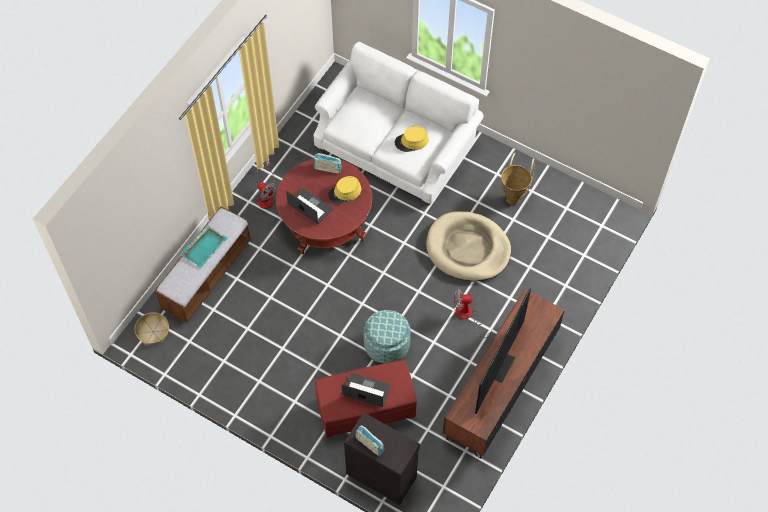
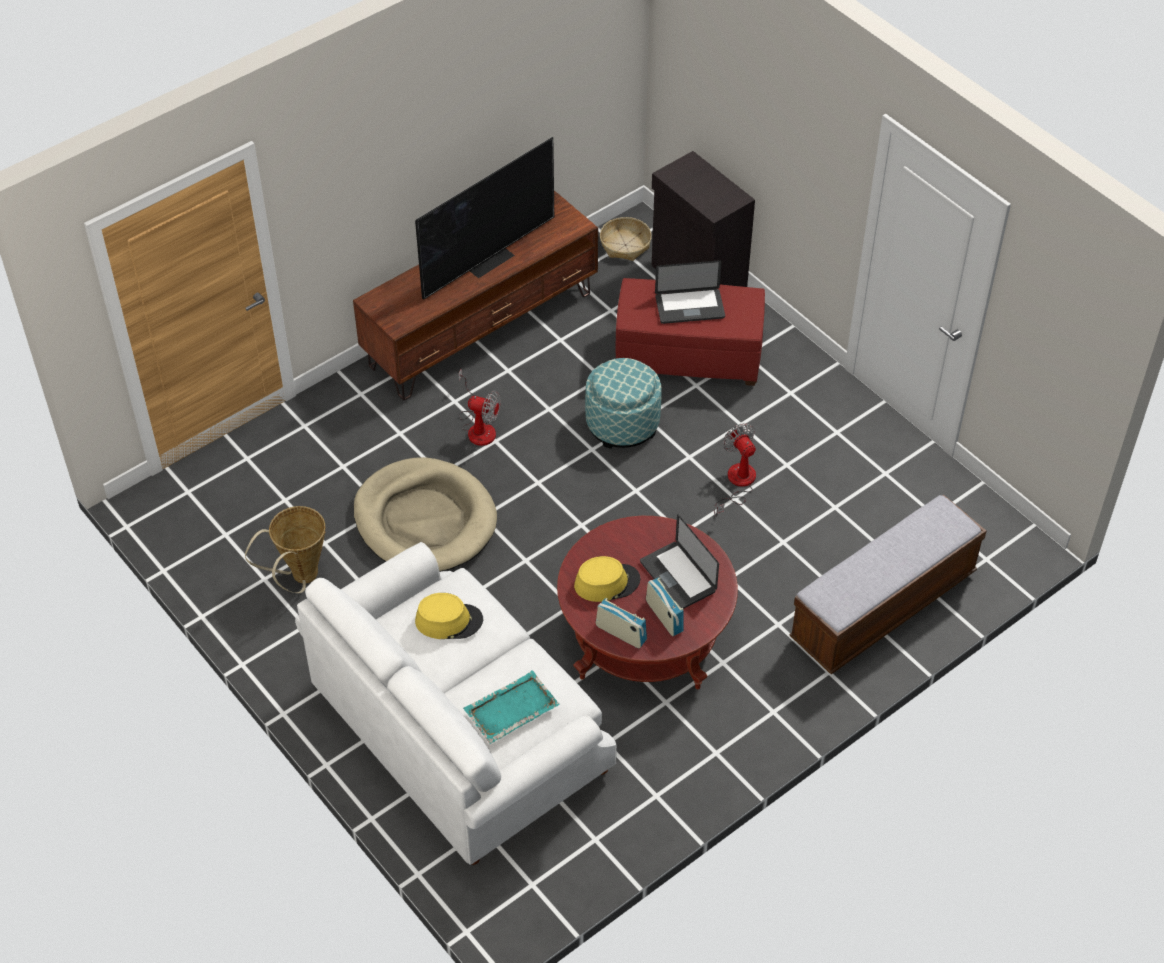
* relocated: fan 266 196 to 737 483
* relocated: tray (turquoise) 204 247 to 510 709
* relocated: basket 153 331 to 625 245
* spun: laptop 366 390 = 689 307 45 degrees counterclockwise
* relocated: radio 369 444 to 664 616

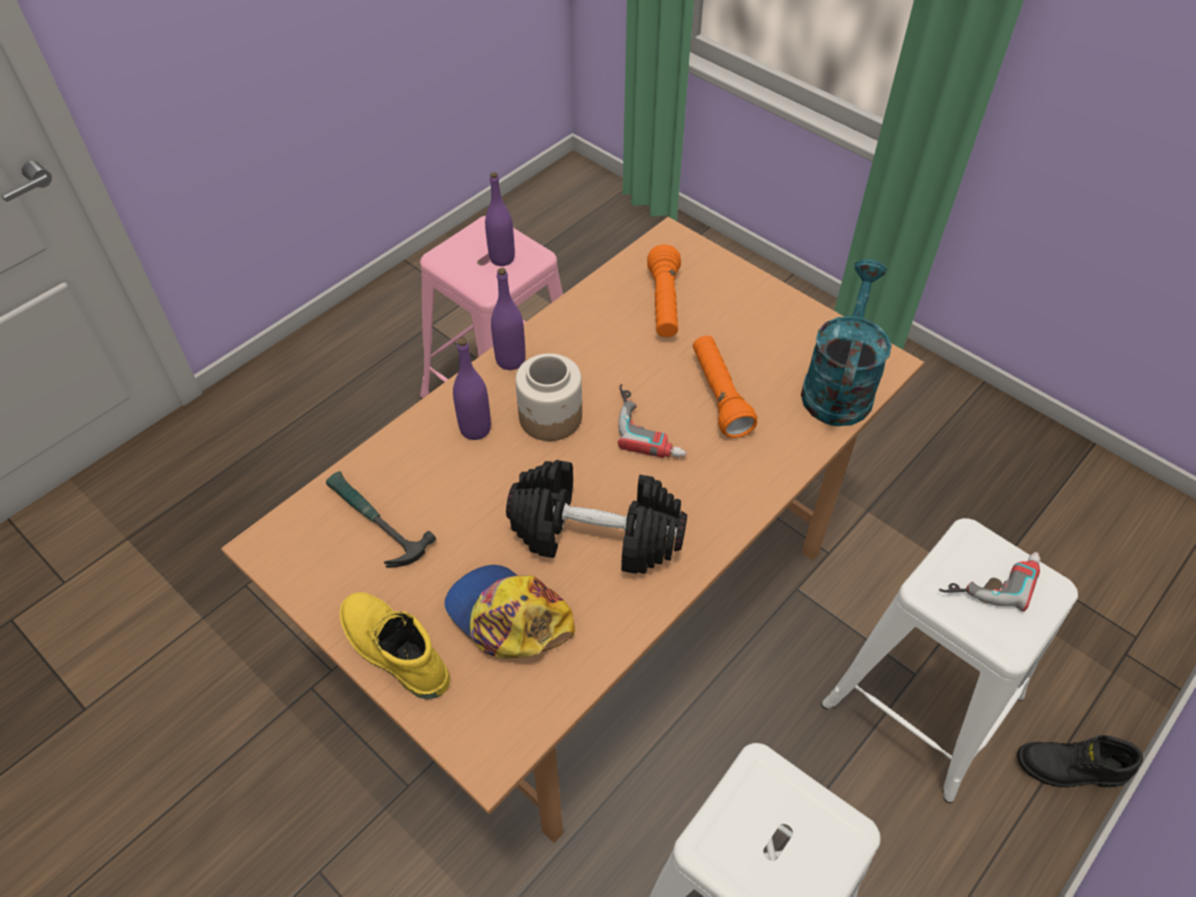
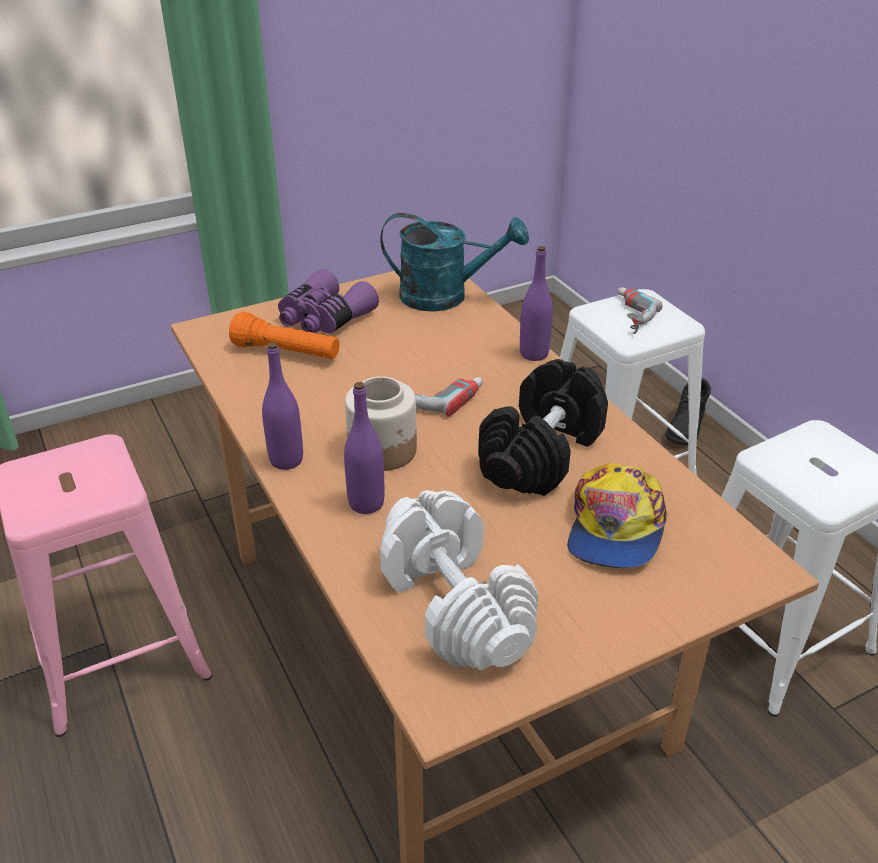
* relocated: bottle (purple) 502 258 to 534 354
* spun: watering can (turquoise) 839 385 = 446 296 150 degrees clockwise
* missing: flashlight (orange) 719 395
* exchanged: hammer 374 522 to dumbbell (white) 454 605
* spun: cap 507 617 = 615 527 45 degrees counterclockwise
* missing: boot (yellow) 392 651
* appeared: binoculars (purple) 323 319

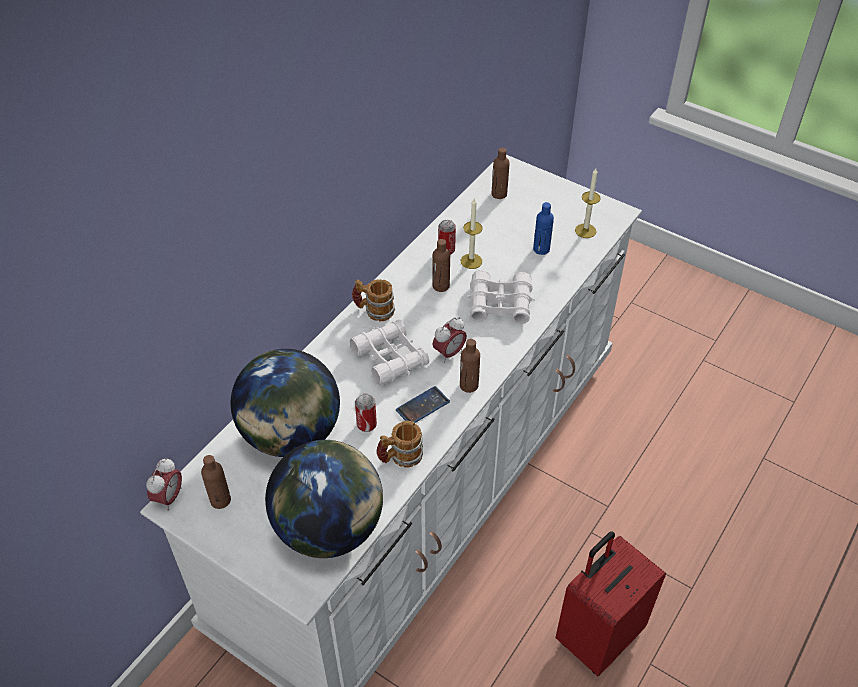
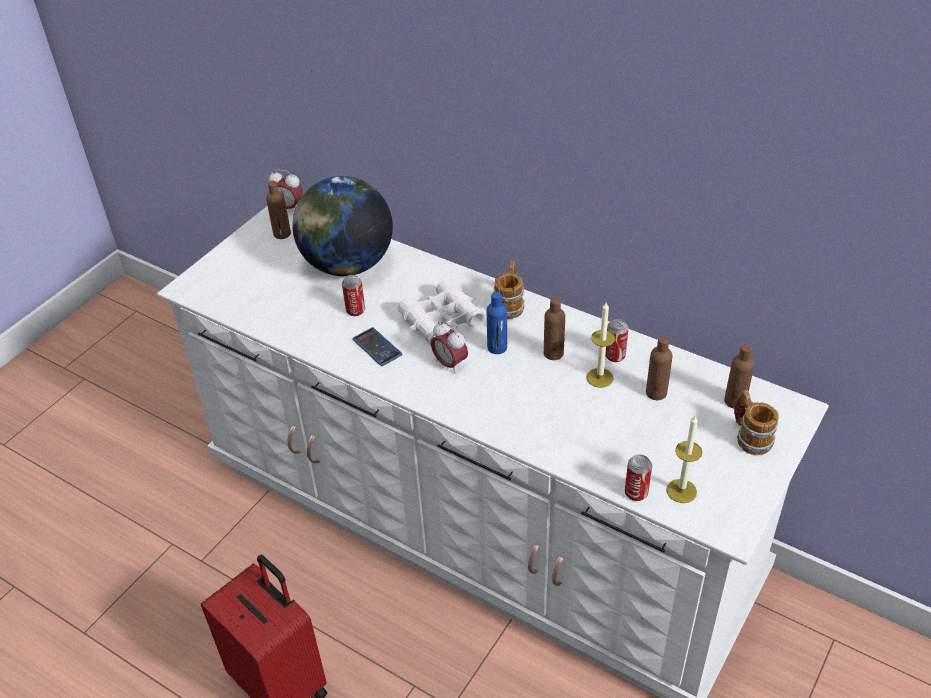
* relocated: bottle (blue) 541 249 to 497 347
* missing: binoculars (white) 500 304
* relocated: bottle (brown) 469 385 to 656 393
* relocated: mug 400 457 to 749 436
* missing: globe 329 528
* appeared: can 636 493

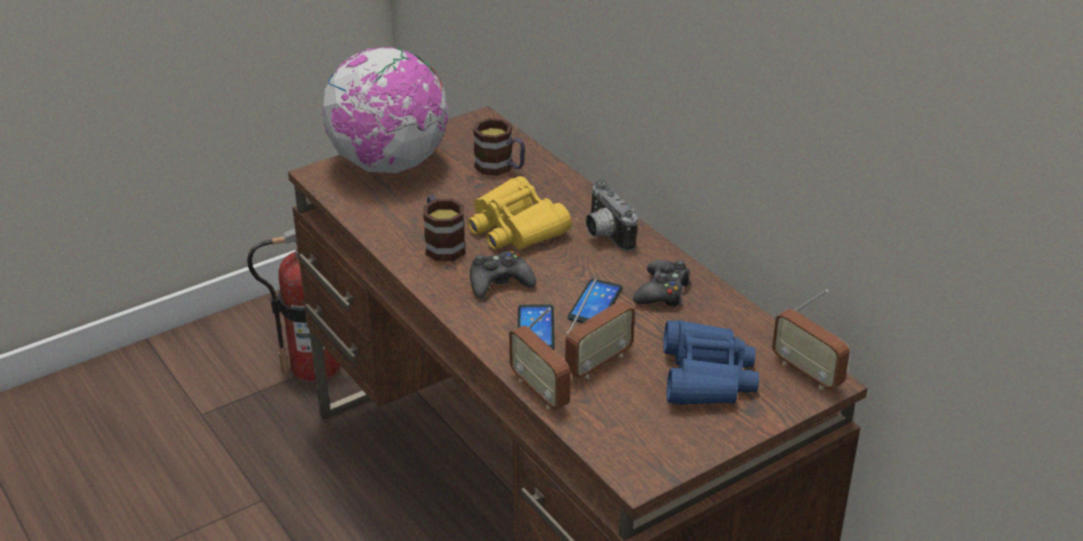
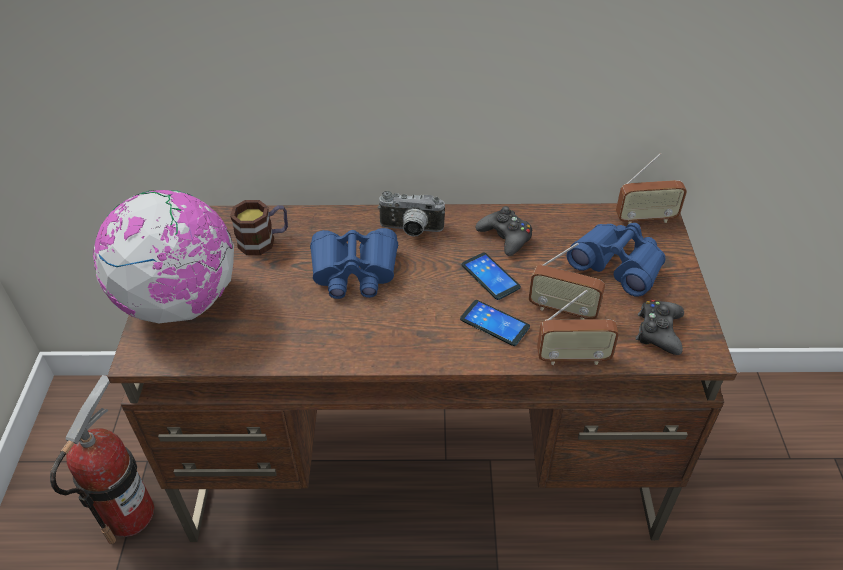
* colour: binoculars (yellow) 515 228 to binoculars (blue) 354 271
* missing: mug 442 244
* relocated: game controller (black) 499 282 to 658 331
* spun: radio 598 363 = 563 310 120 degrees clockwise

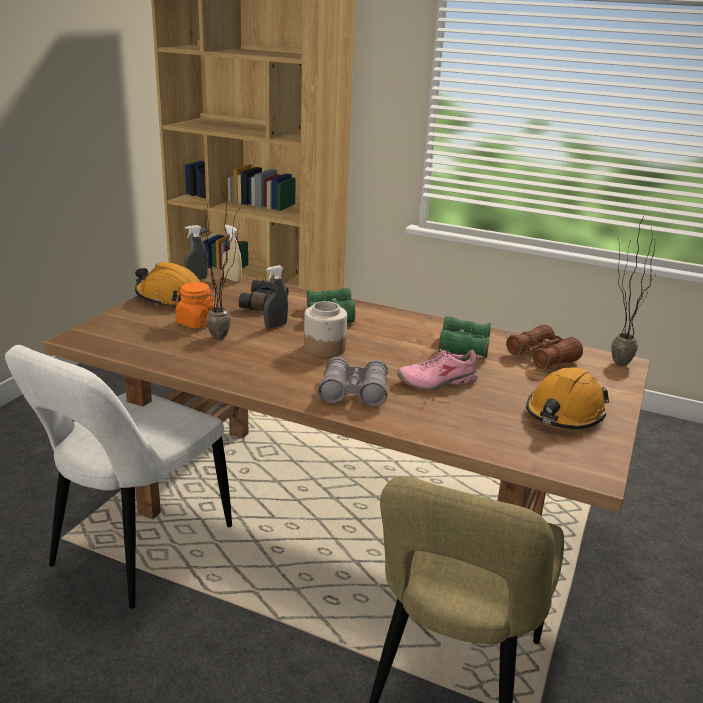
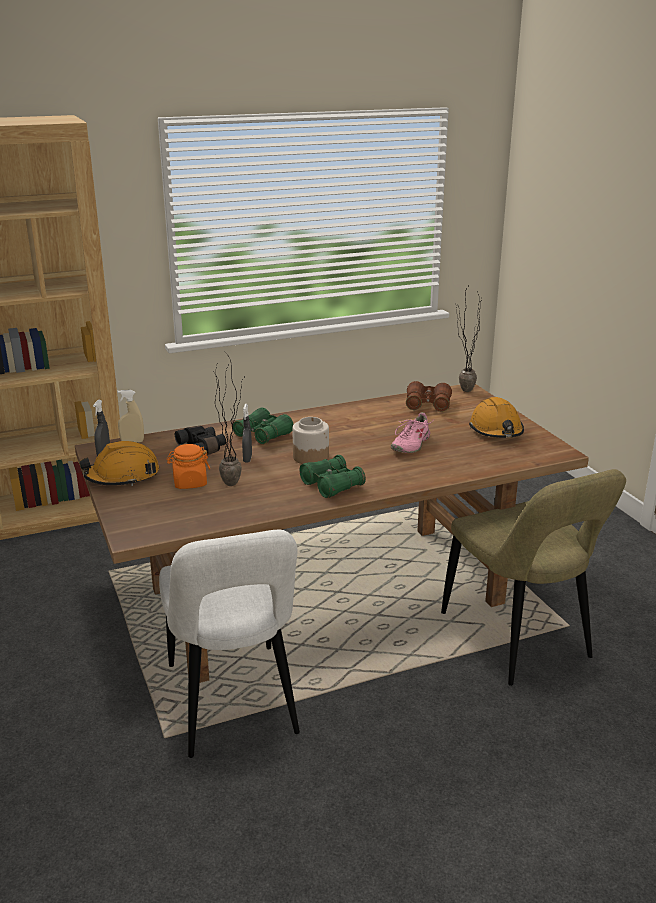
* relocated: binoculars (green) 463 348 to 332 485
* missing: binoculars (grey) 354 392

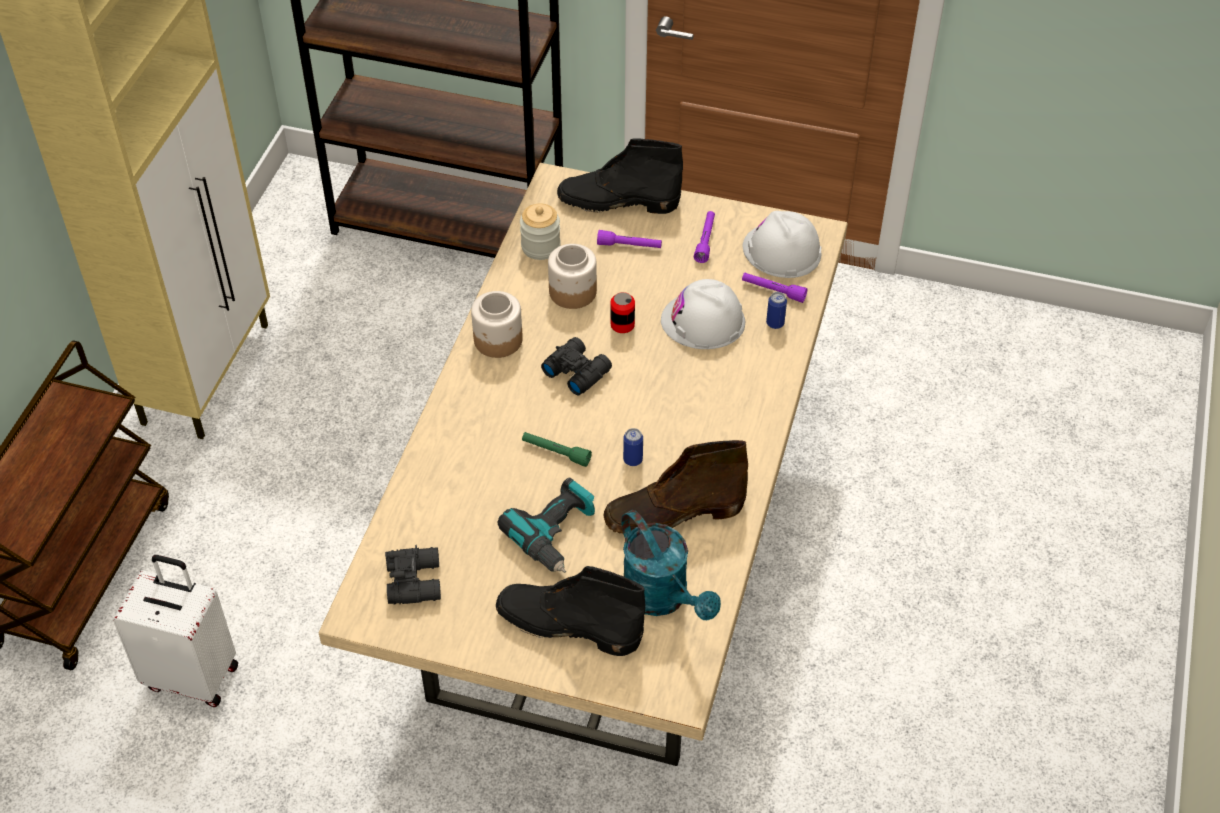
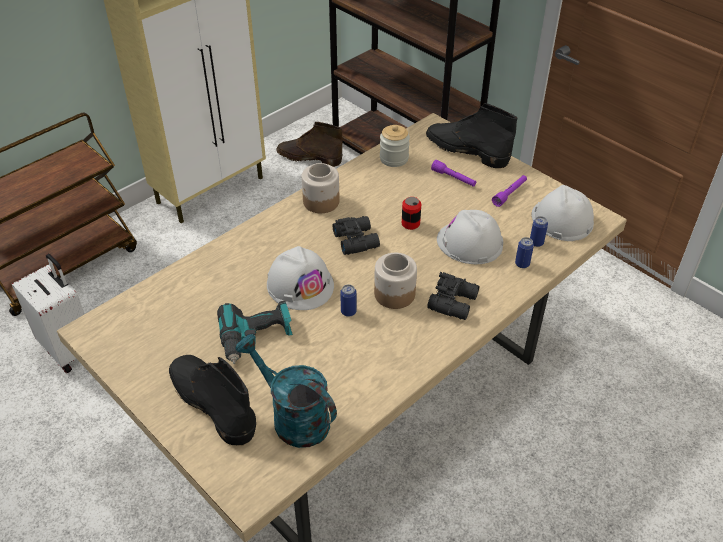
* relocated: jar 572 292 to 394 294
* exchanged: flashlight (purple) 773 291 to can 536 242
* exchanged: flashlight (green) 556 452 to hard hat (white) 300 284
* relocated: boot (brown) 673 513 to 308 157
* spun: watering can (turquoise) 663 598 = 293 417 135 degrees clockwise
* relocated: binoculars (black) 415 580 to 454 302

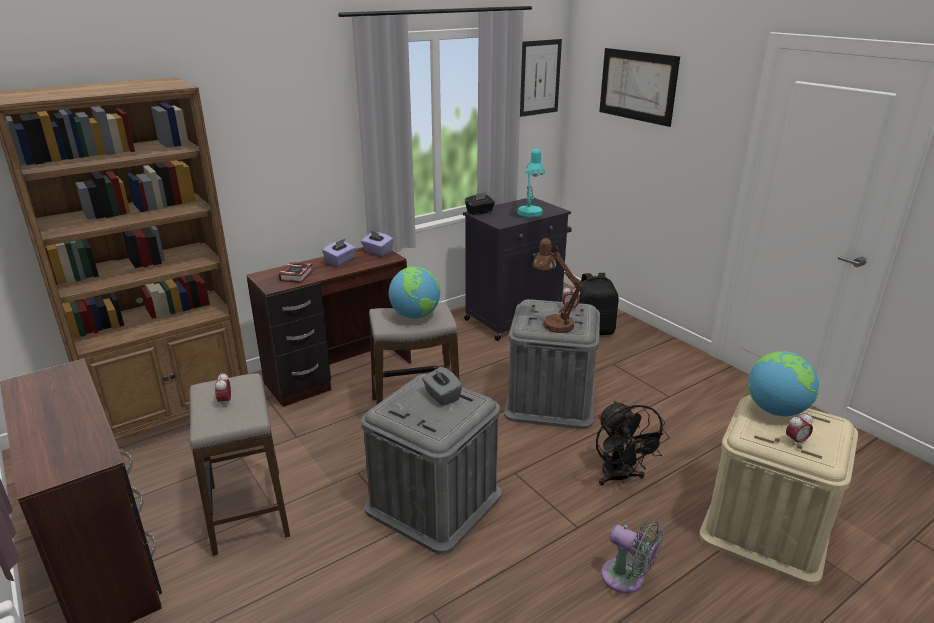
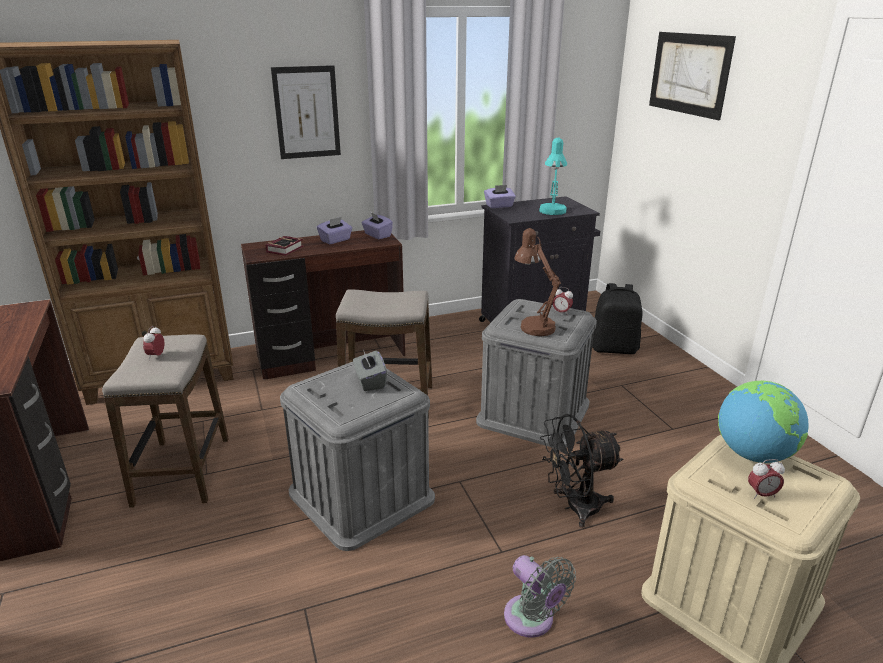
* relocated: picture 540 77 to 307 112
* colour: tissue box (black) 479 212 to tissue box (purple) 499 206
* missing: globe 415 316
* spun: fan (black) 620 478 = 574 507 75 degrees clockwise

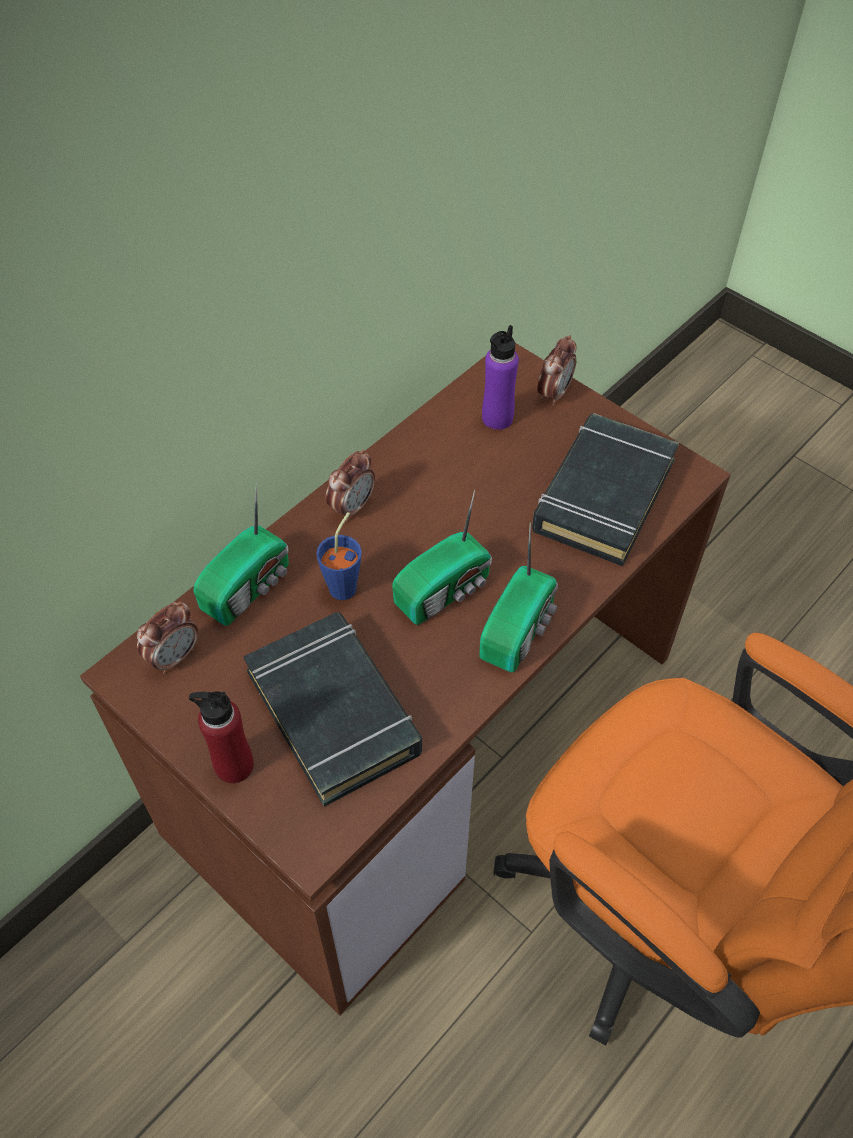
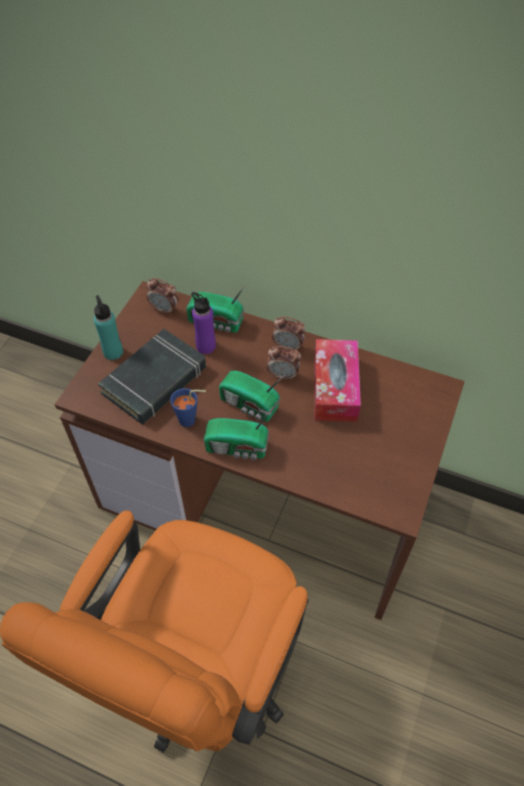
* relocated: bottle (purple) 497 418 to 206 346
* relocated: alarm clock 554 393 to 283 375
* missing: book (black) 603 495
* relocated: cup (blue) 346 584 to 191 420
* colour: bottle (red) 234 765 to bottle (turquoise) 113 352
* appeared: tissue box 335 387

